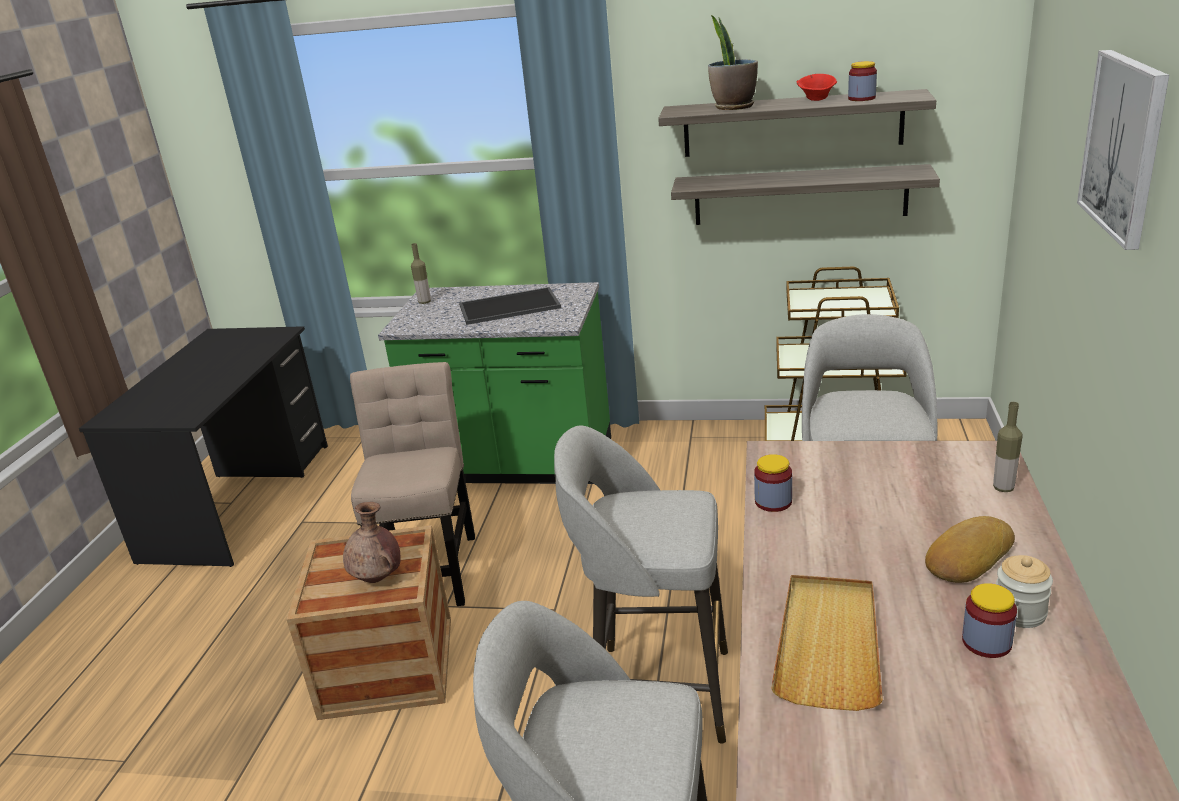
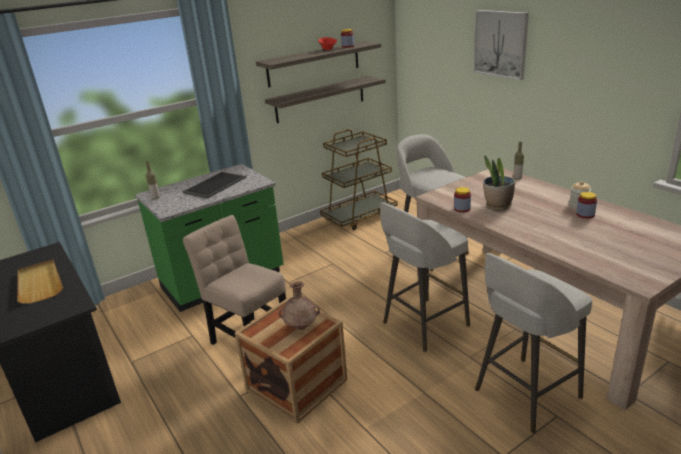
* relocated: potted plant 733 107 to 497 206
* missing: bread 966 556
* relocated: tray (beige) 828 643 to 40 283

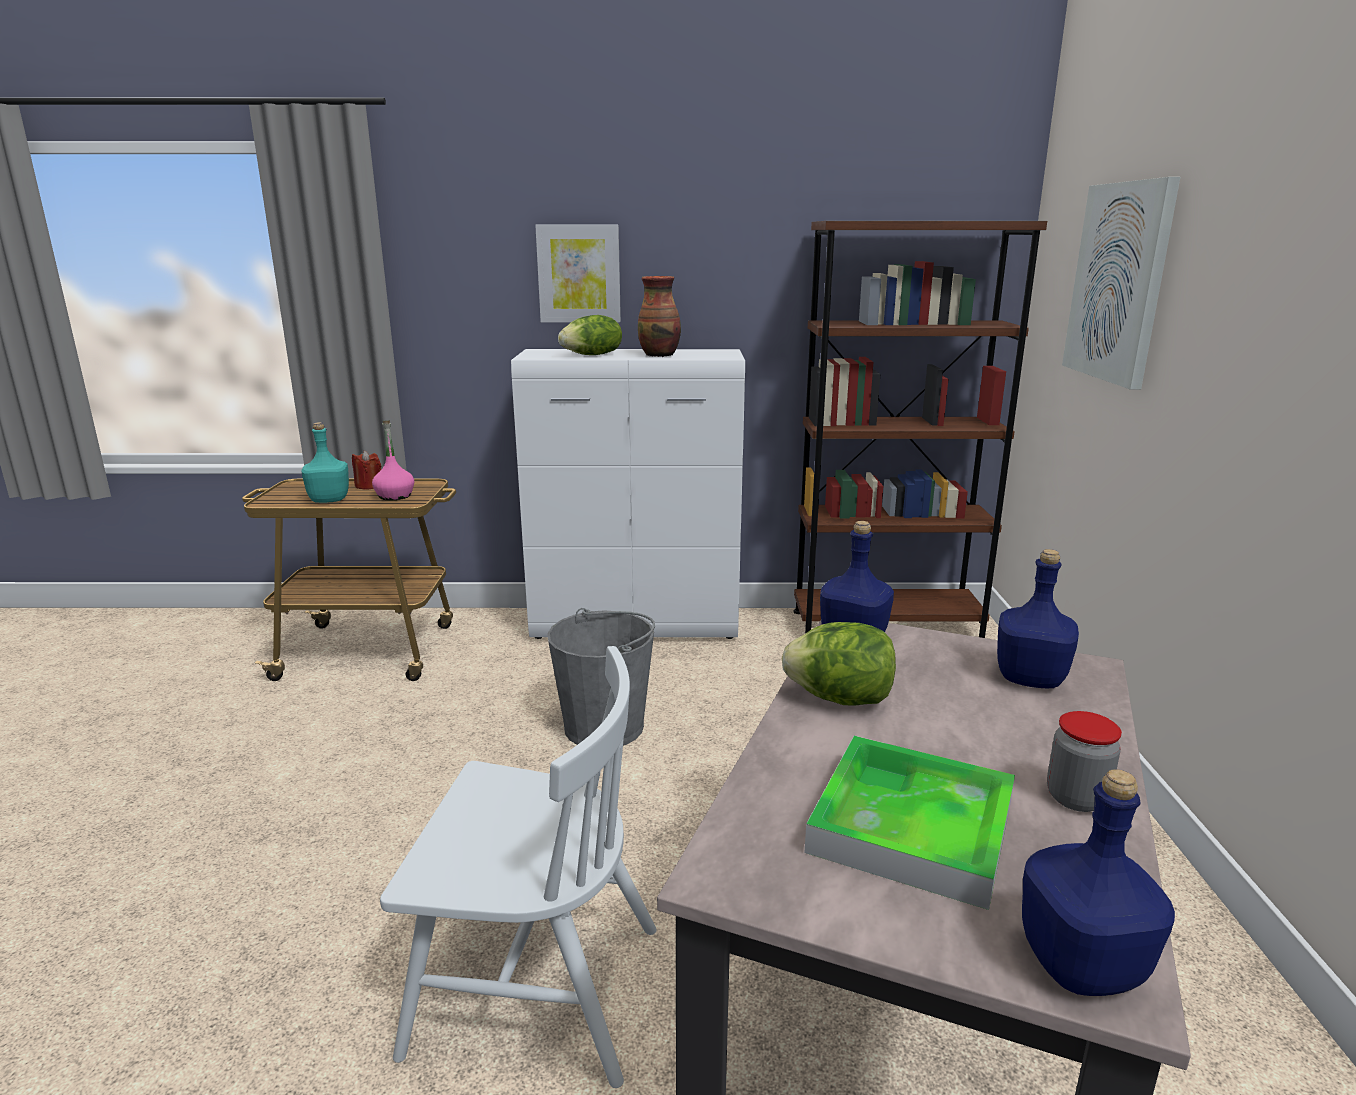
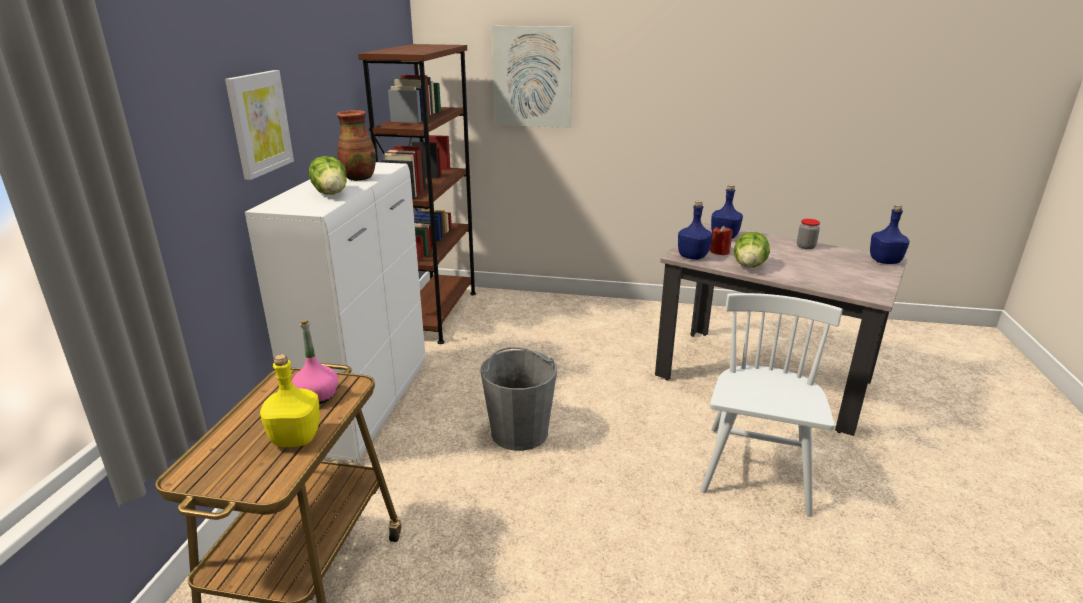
* colour: bottle (turquoise) 329 500 to bottle (yellow) 295 438
* relocated: candle (red) 368 486 to 720 252
* missing: tray 911 826

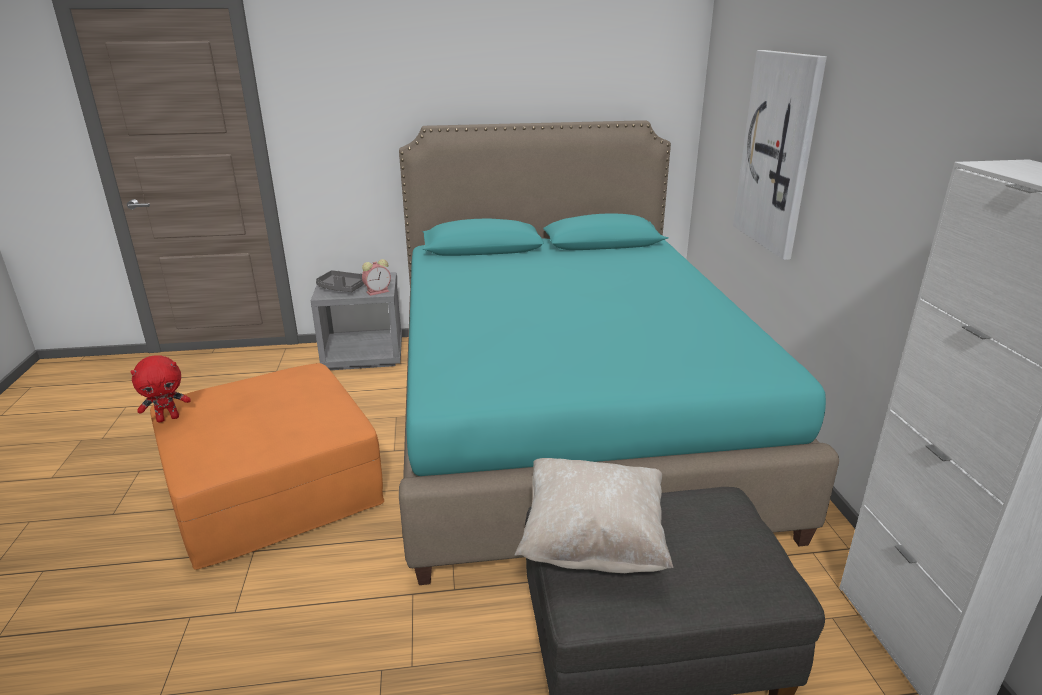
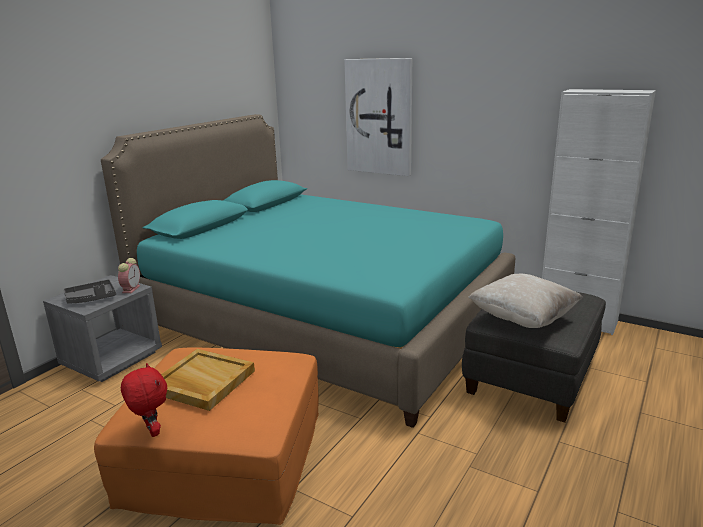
* spun: plush toy (red) 168 418 = 151 431 45 degrees counterclockwise
* appeared: tray (beige) 202 382

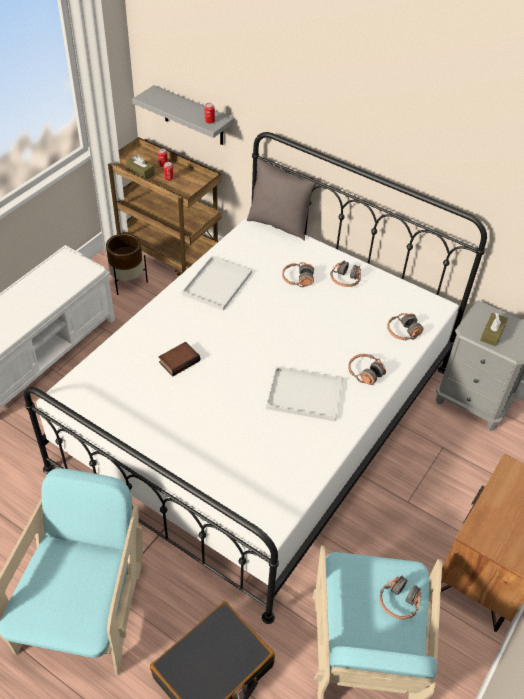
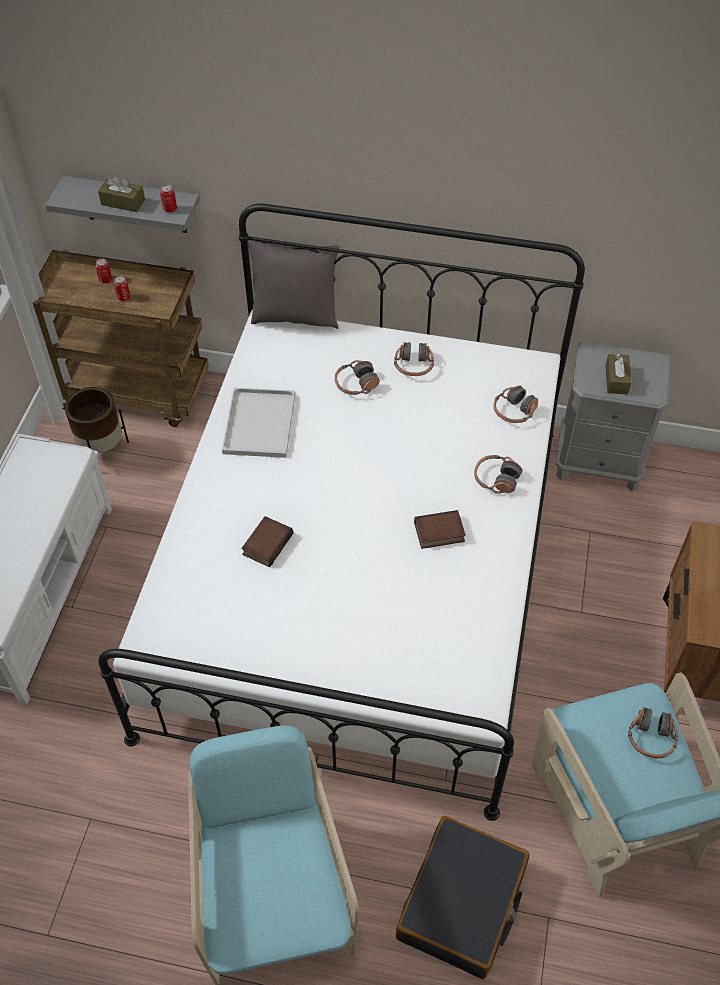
* relocated: tissue box (brown) 140 173 to 123 202
* exchanged: tray (white) 303 395 to book 438 533

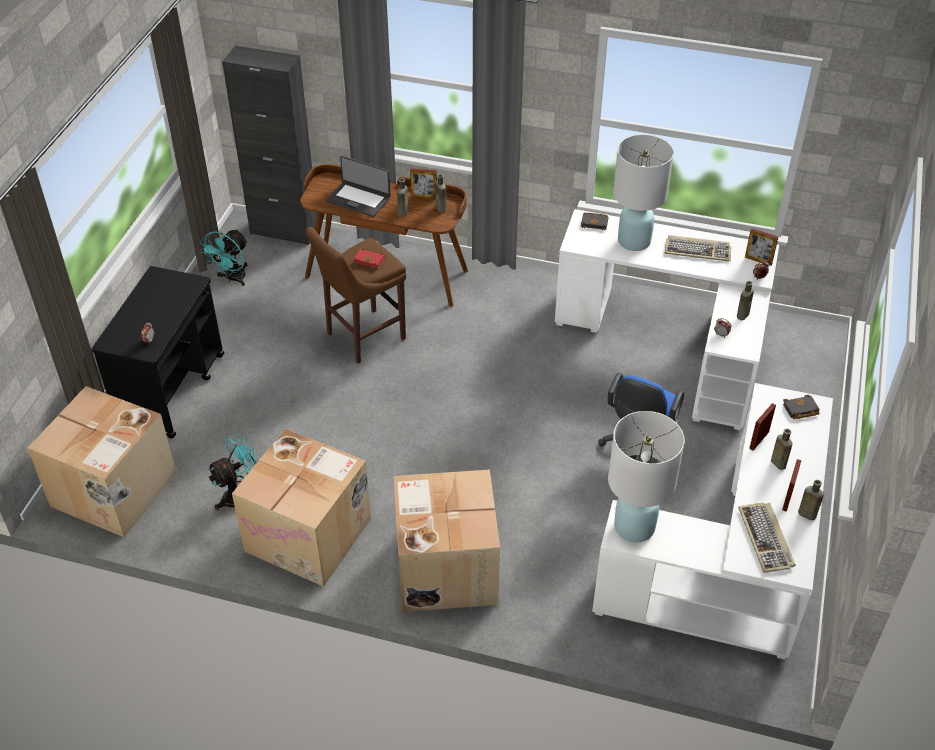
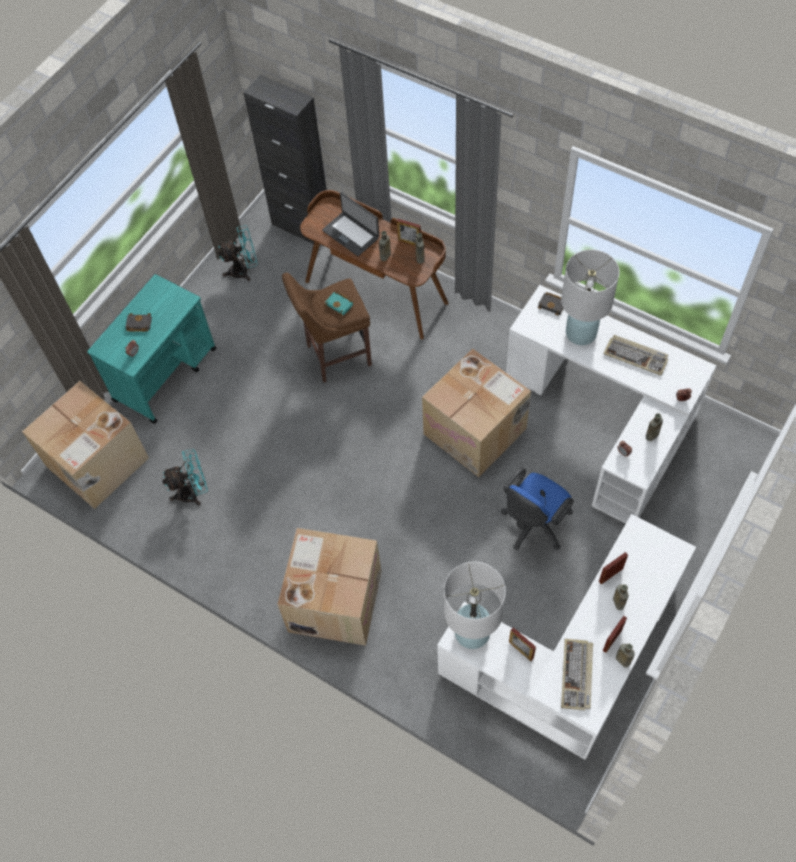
* relocated: picture frame 758 260 to 521 650
* spun: fan (turquoise) 232 278 = 244 270 150 degrees counterclockwise
* colour: book (red) 370 260 to book (turquoise) 340 304
* colour: cart (black) 171 388 to cart (turquoise) 165 374
* relocated: book (black) 800 410 to 138 324
* relocated: cardboard box 310 534 to 476 431

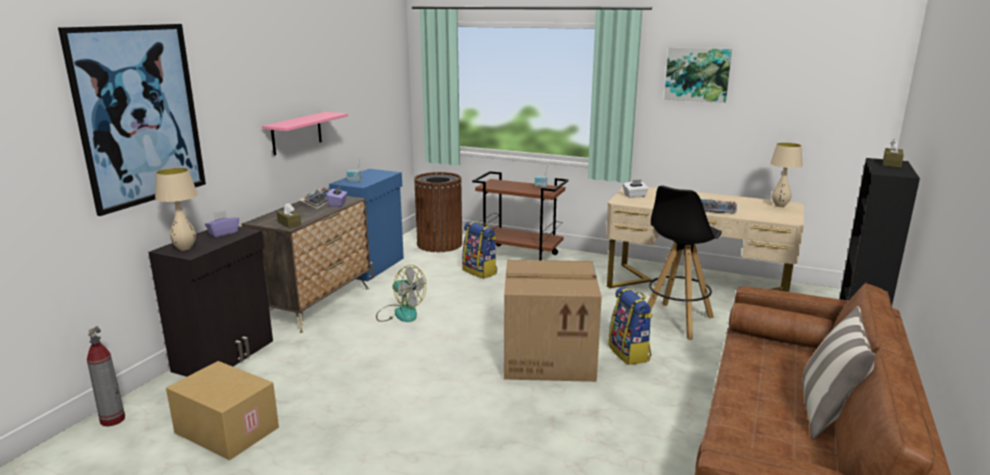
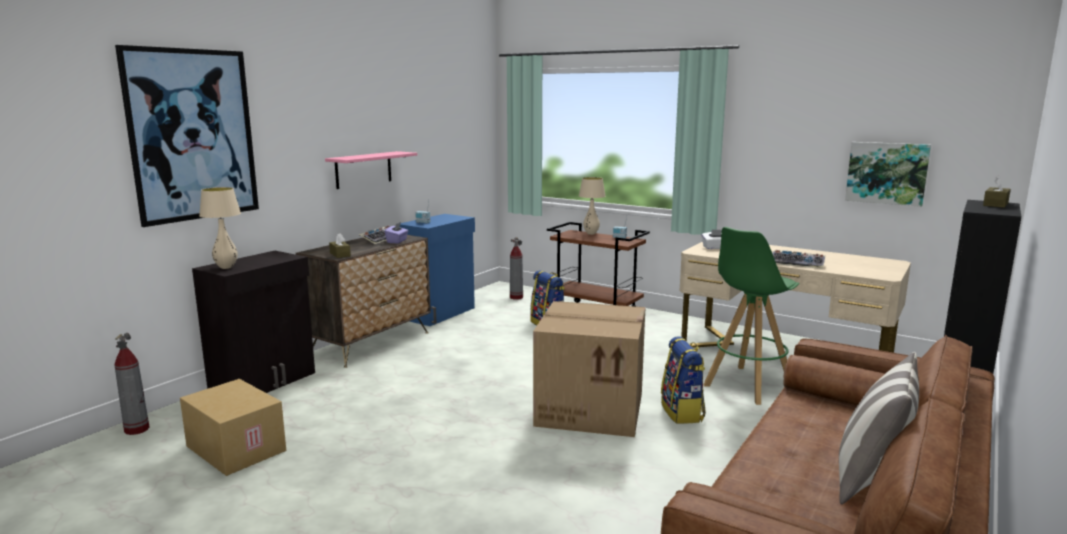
* relocated: picture 697 74 to 887 173
* relocated: table lamp (beige) 779 206 to 591 234
* exchanged: trash can (brown) 439 244 to fire extinguisher 516 297
* colour: stool (black) 675 321 to stool (green) 747 385
* missing: tissue box (purple) 223 233
* missing: fan 400 313

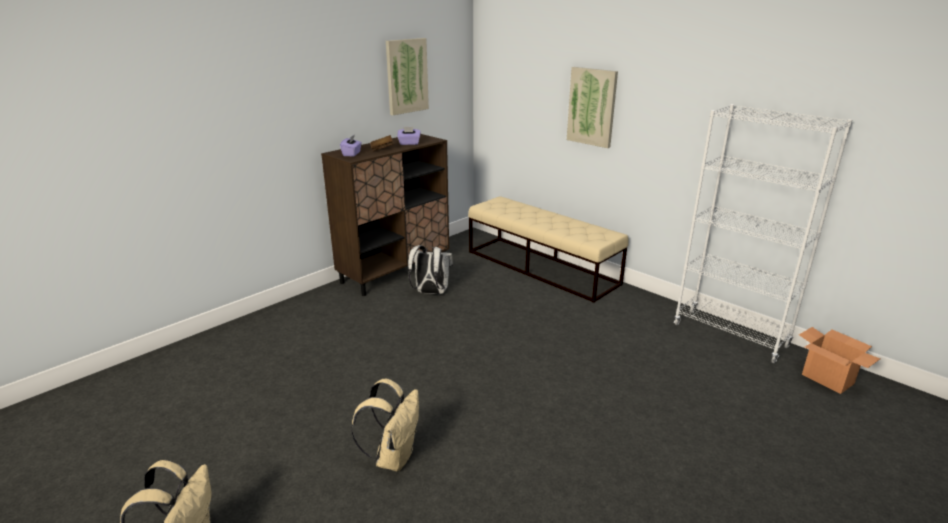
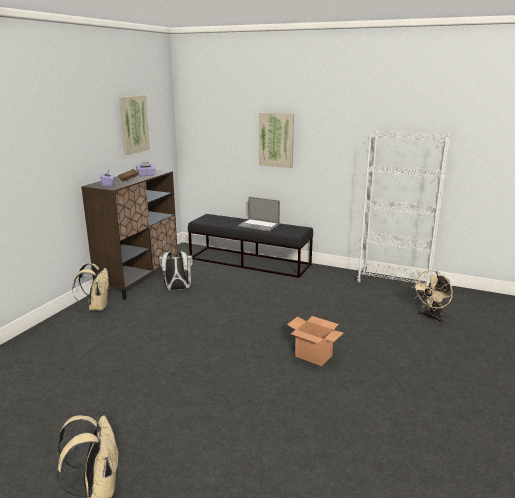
* colour: bench (beige) 541 267 to bench (black) 250 261
* relocated: cardboard box 828 379 to 314 356
* relocated: backpack (beige) 394 457 to 97 307
* appeared: laptop 258 225
* appeared: fan (beige) 431 317

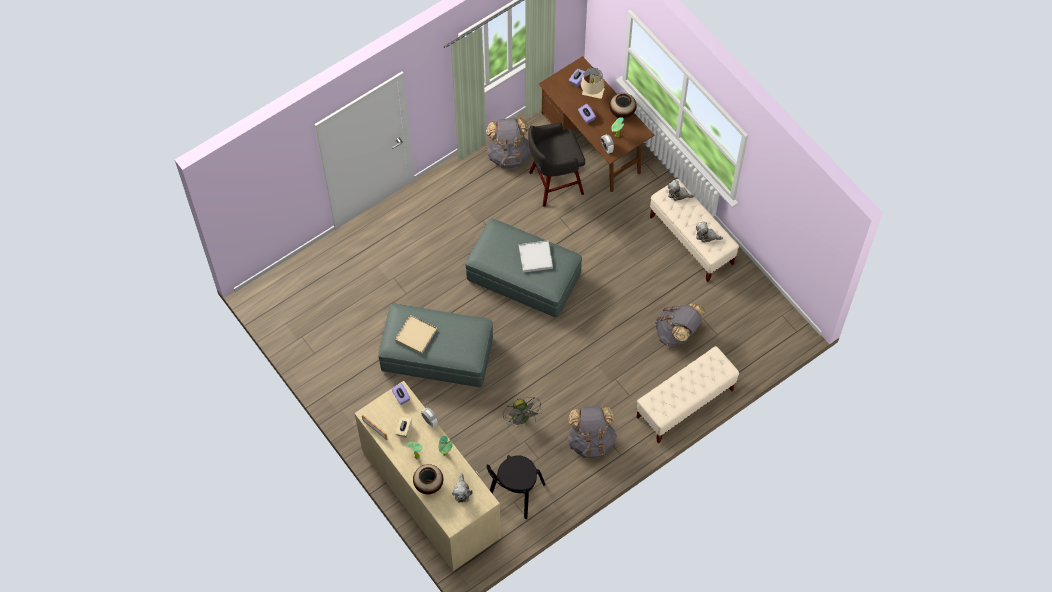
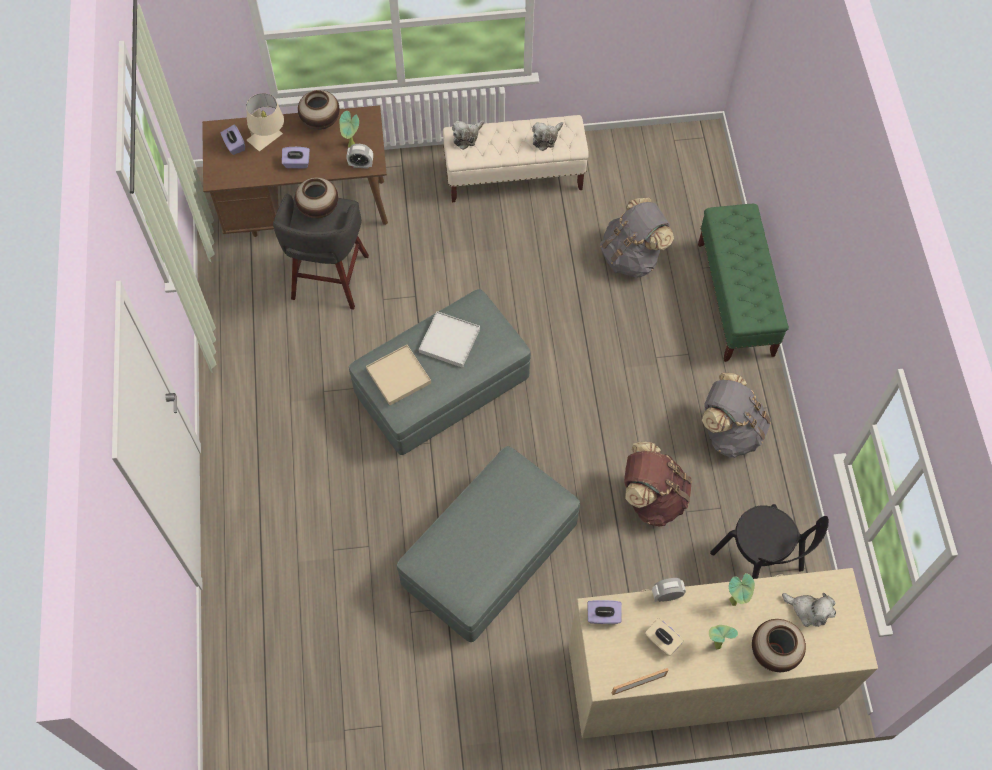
* missing: backpack (grey) 509 154
* relocated: tray (beige) 416 335 to 398 376
* colour: bench (beige) 684 404 to bench (green) 735 299
* exchanged: fan (grey) 522 419 to backpack (brown) 652 497
* appeared: vase 319 209

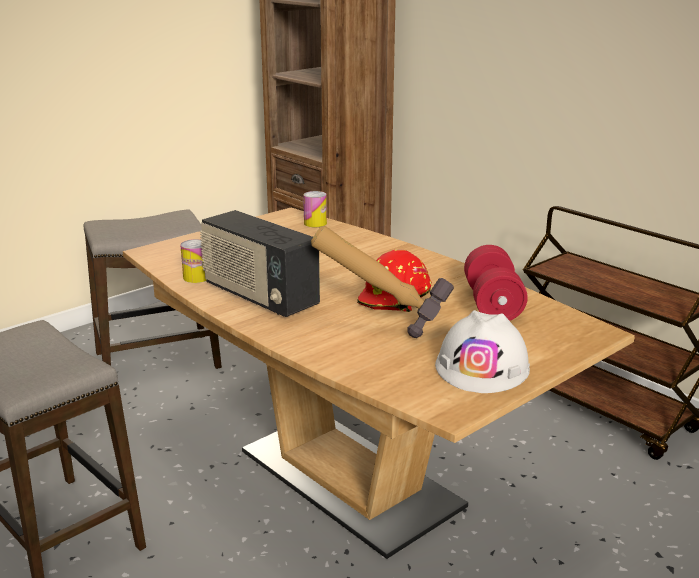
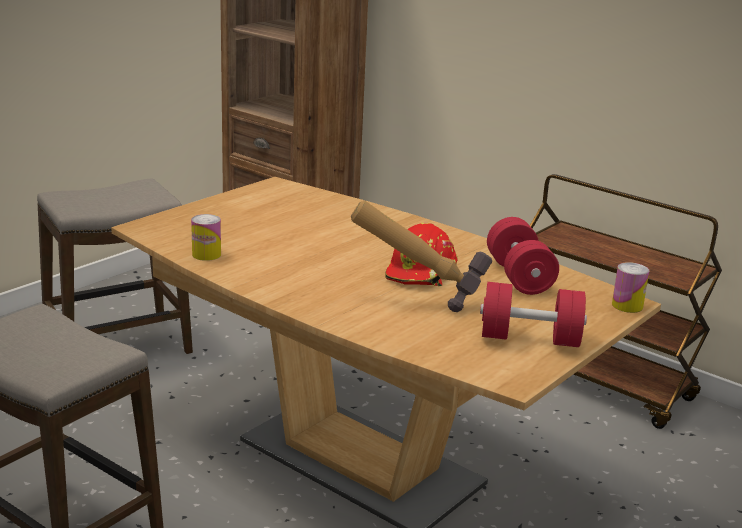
* relocated: can 315 223 to 627 305
* missing: radio 259 297
* exchanged: hard hat (white) 482 367 to dumbbell (red) 529 339

